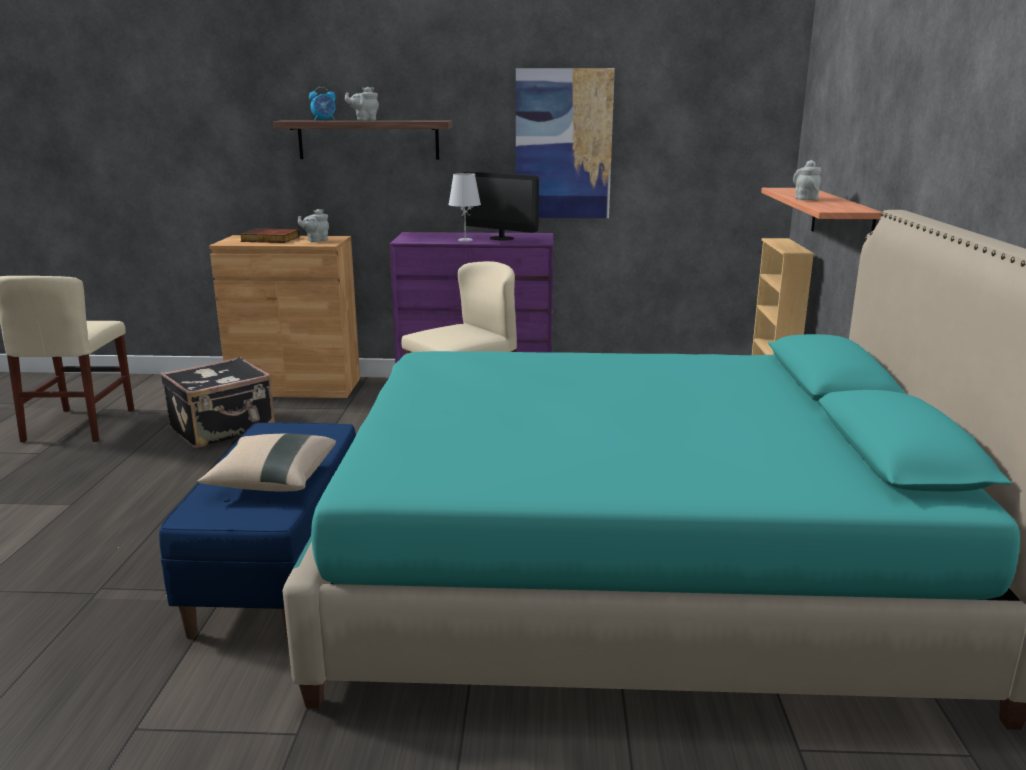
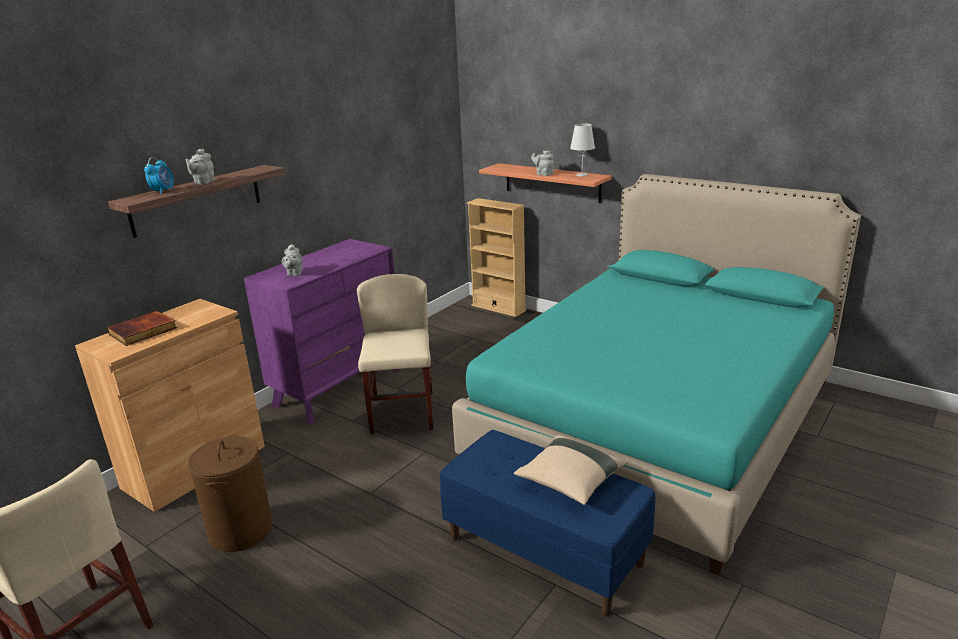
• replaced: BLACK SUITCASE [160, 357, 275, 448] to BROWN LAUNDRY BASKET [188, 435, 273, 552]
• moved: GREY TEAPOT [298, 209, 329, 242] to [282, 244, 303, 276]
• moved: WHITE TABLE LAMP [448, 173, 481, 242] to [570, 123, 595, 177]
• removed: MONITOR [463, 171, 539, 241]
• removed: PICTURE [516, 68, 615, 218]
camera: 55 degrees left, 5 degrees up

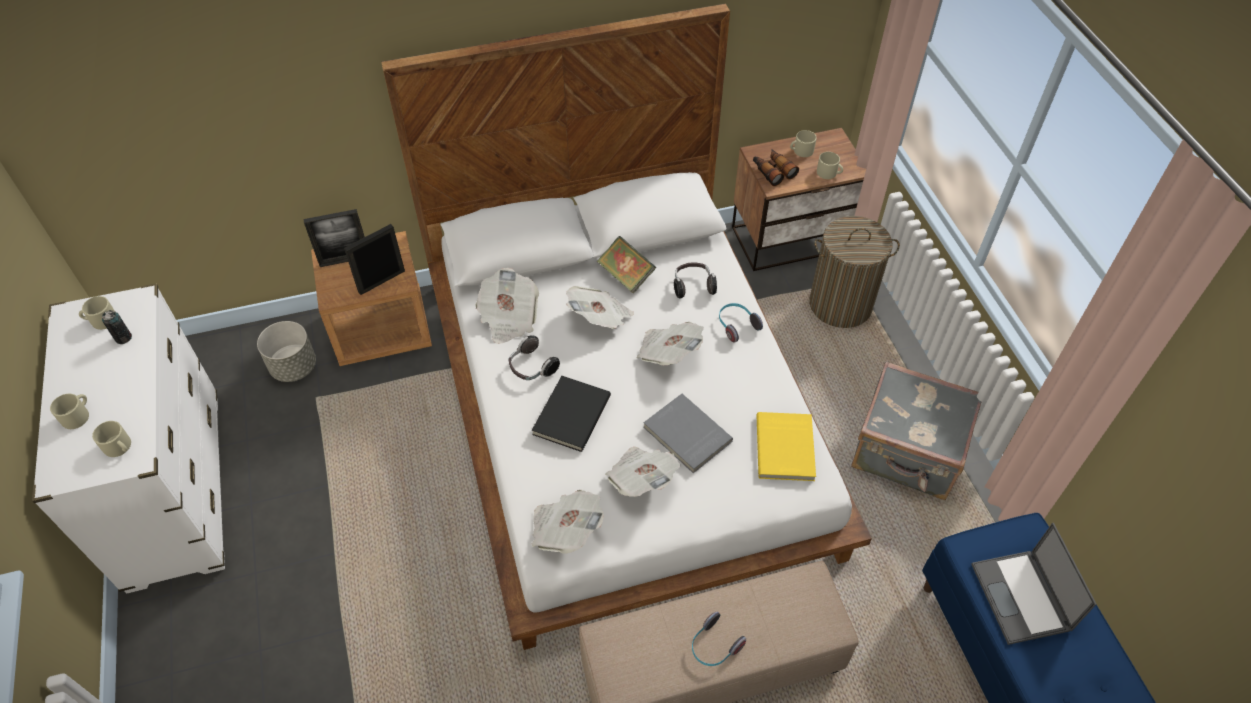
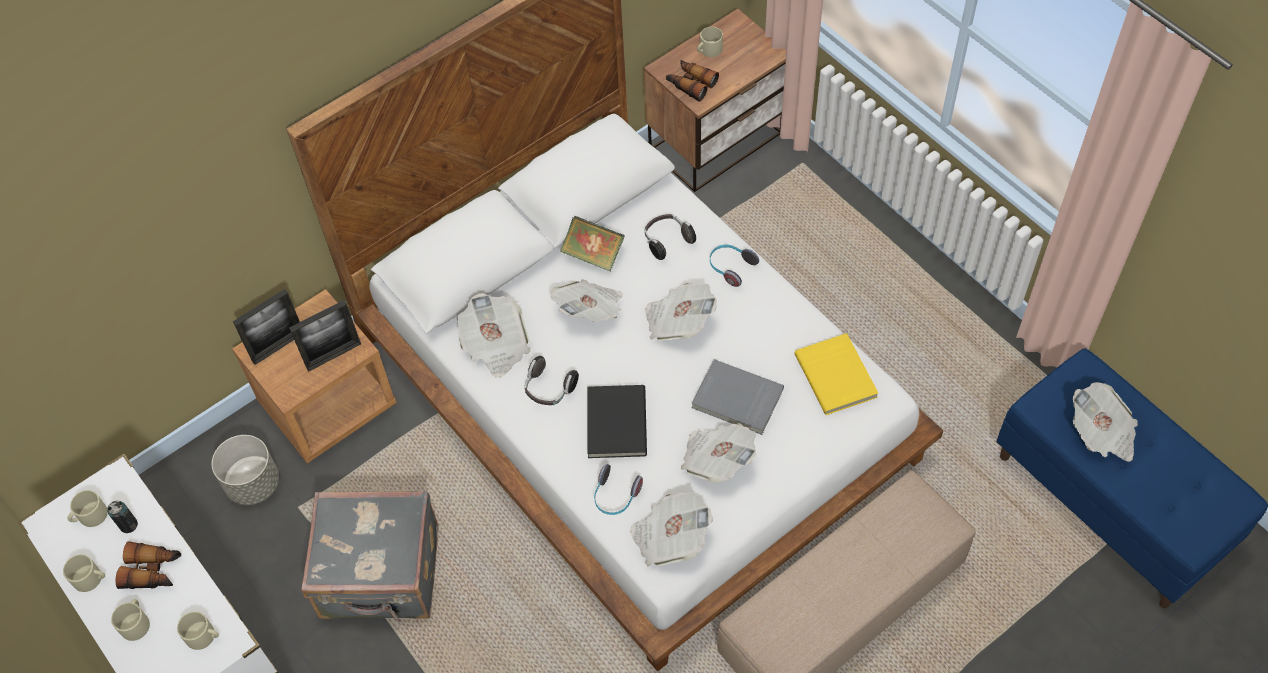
• turned: PICTURE FRAME [344, 224, 405, 295] = [289, 300, 361, 372] 150 degrees counterclockwise
• moved: HEADPHONES [692, 612, 746, 666] to [594, 464, 643, 515]
• removed: LAUNDRY BASKET [809, 216, 900, 328]
• moved: BEIGE MUG [817, 152, 843, 179] to [63, 554, 105, 592]
• moved: GREY SUITCASE [851, 362, 981, 500] to [301, 491, 438, 622]
• replaced: LAPTOP [971, 523, 1096, 645] to NEWSPAPER [1073, 382, 1138, 462]
• added: BINOCULARS [115, 541, 181, 589]
camera: 20 degrees left, 5 degrees up

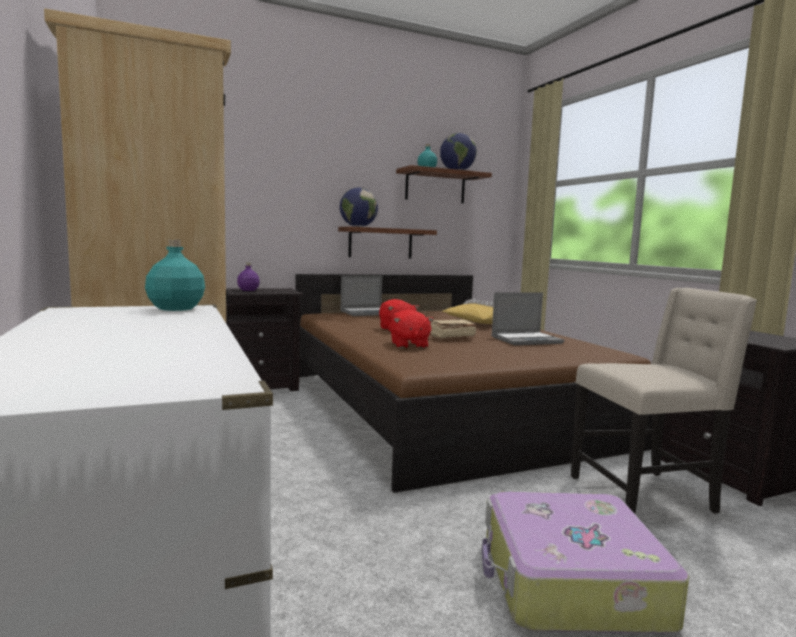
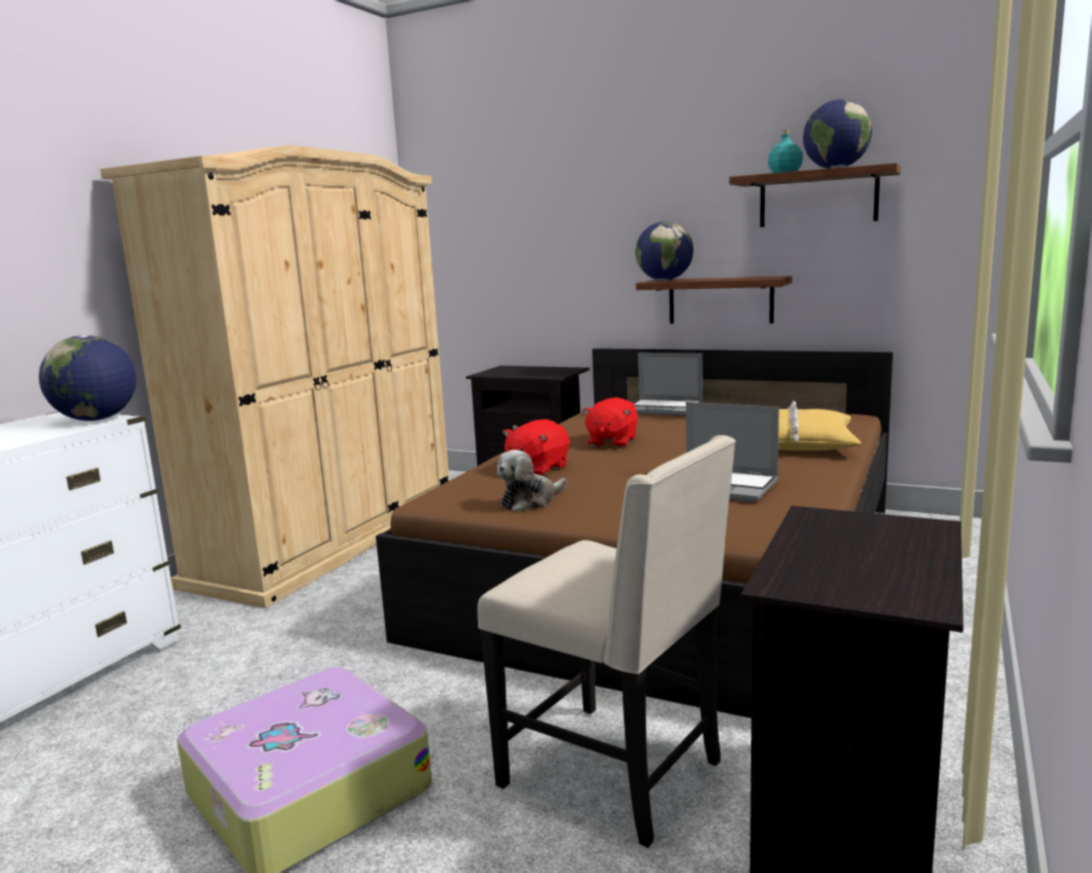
• replaced: TURQUOISE BOTTLE [145, 239, 205, 311] to GLOBE [39, 335, 136, 421]
• removed: PURPLE BOTTLE [237, 263, 260, 291]
• removed: BEIGE BOOK [430, 319, 476, 339]
• added: PLUSH TOY [497, 450, 567, 512]
camera: 50 degrees right, 5 degrees up

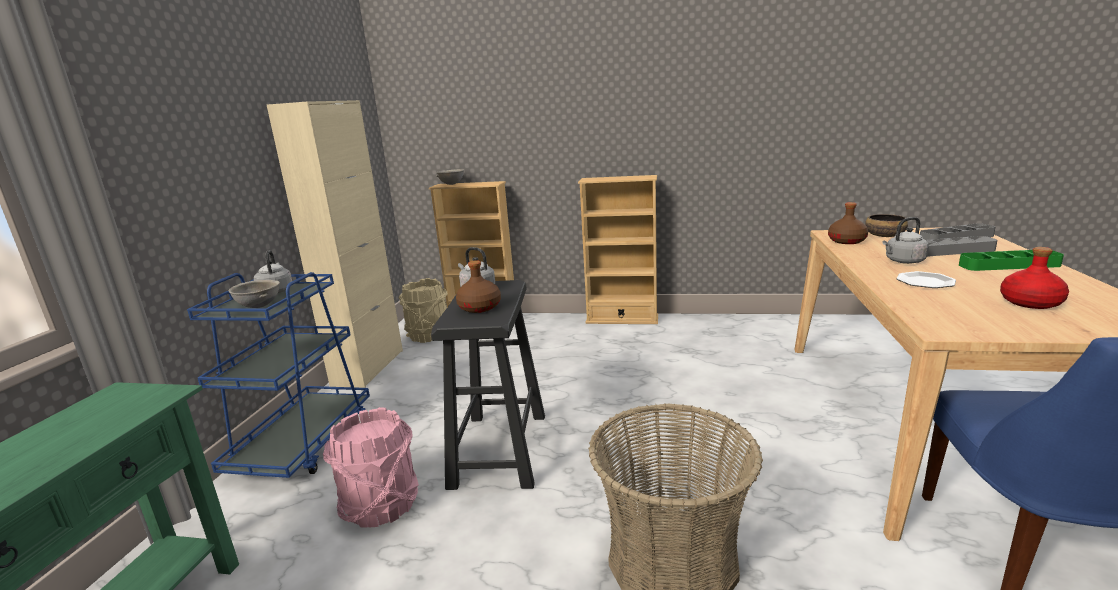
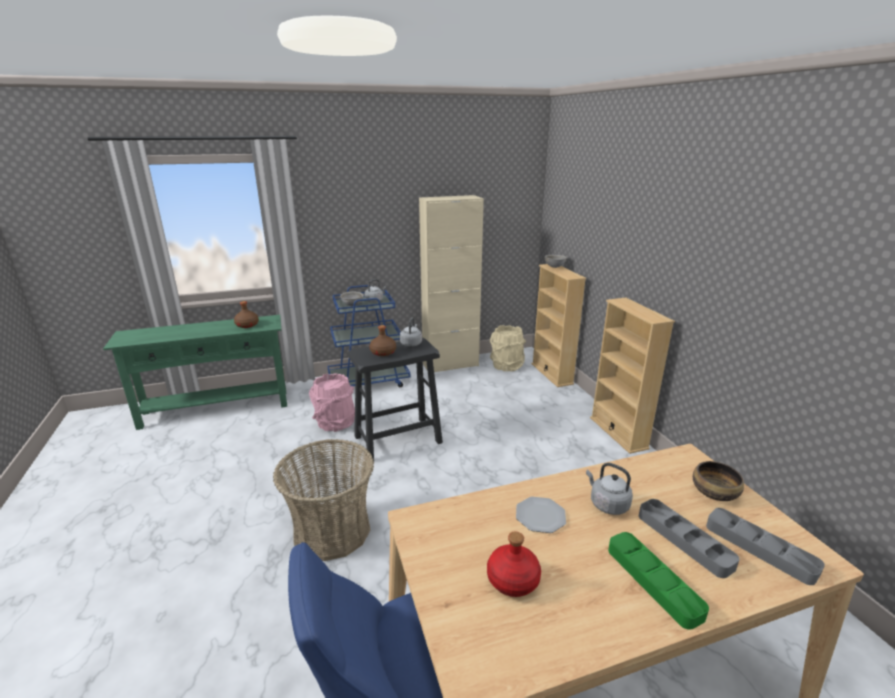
• moved: BROWN BOTTLE [828, 202, 868, 244] to [234, 301, 259, 328]
camera: 60 degrees right, 5 degrees up

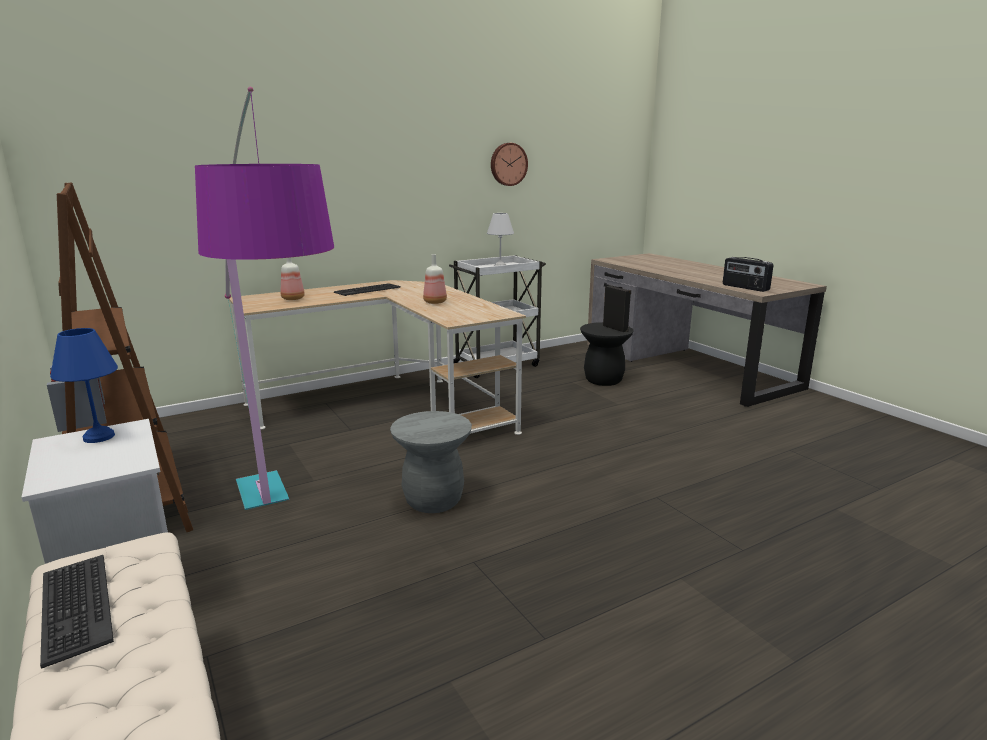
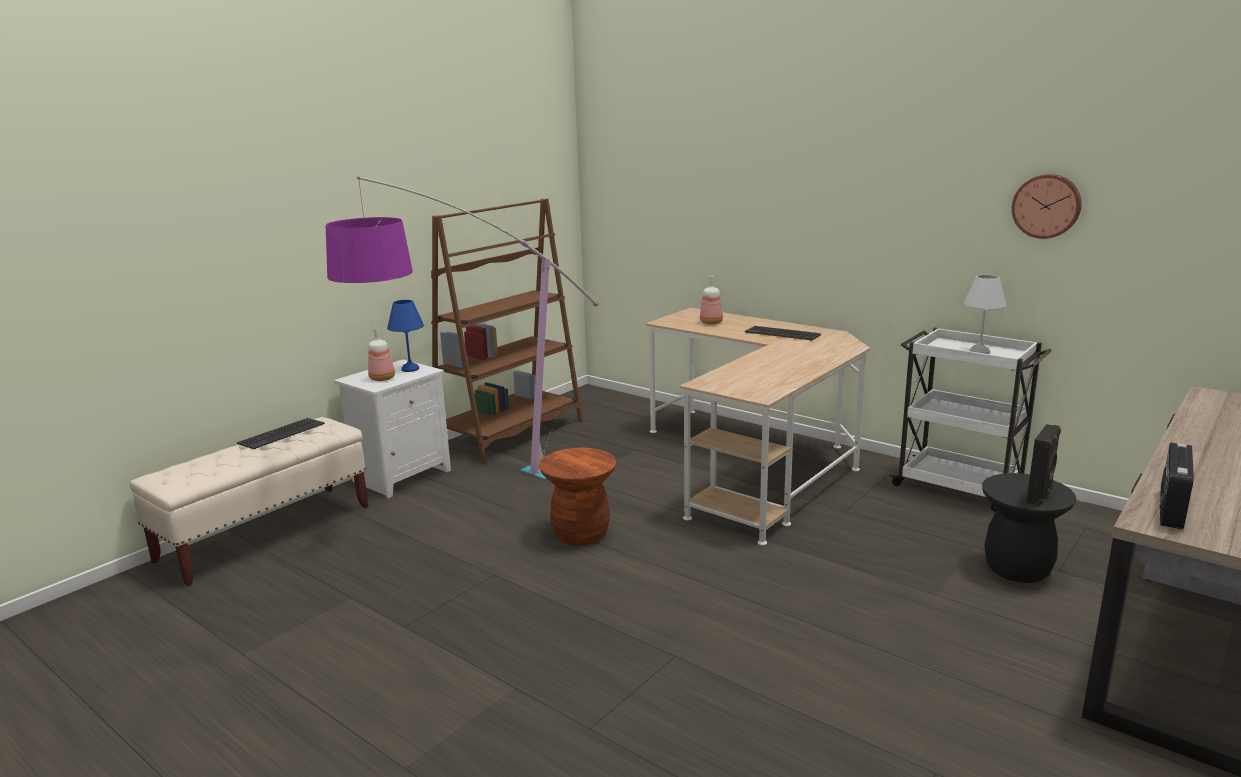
• recoloured: GREY STOOL [390, 411, 472, 513] to BROWN STOOL [539, 448, 616, 546]
• moved: BOTTLE [423, 254, 447, 304] to [368, 327, 395, 381]
camera: 70 degrees right, 0 degrees up

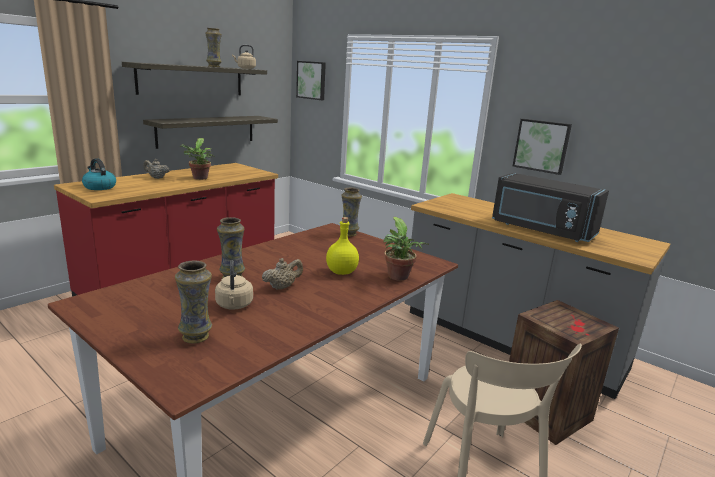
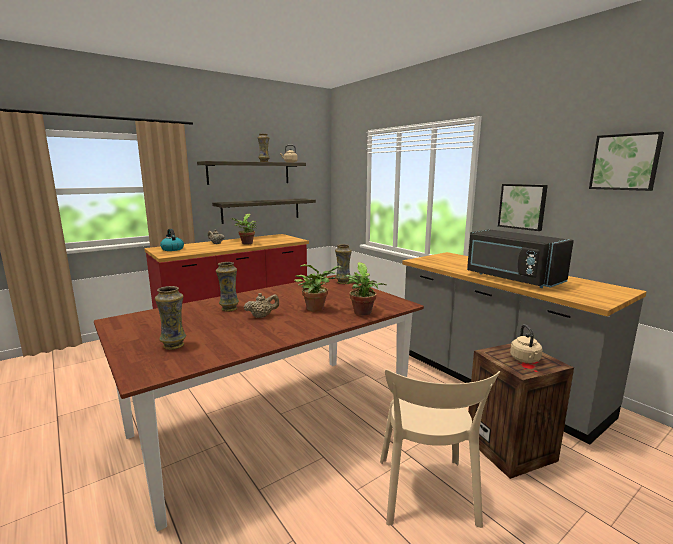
• moved: BEIGE KETTLE [215, 260, 253, 309] to [510, 324, 542, 363]
• moved: PICTURE [296, 61, 326, 100] to [589, 132, 664, 191]
• replaced: YELLOW BOTTLE [326, 217, 359, 275] to POTTED PLANT [294, 264, 342, 312]
camera: 15 degrees right, 5 degrees down

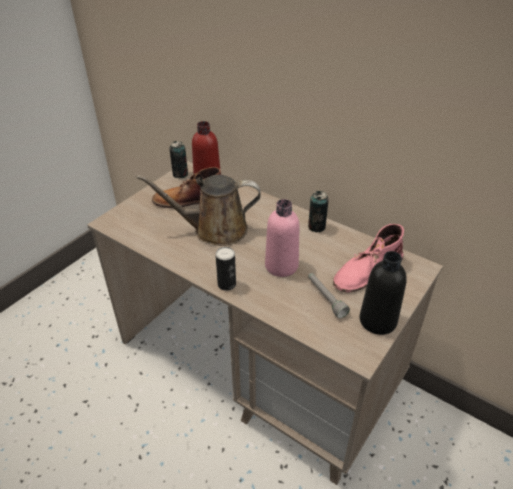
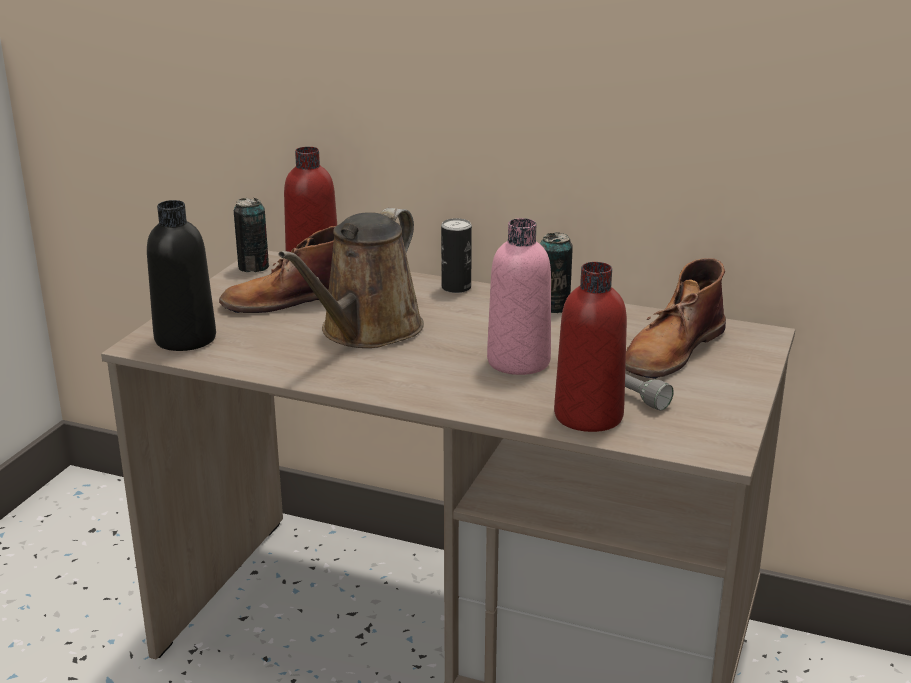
• turned: BROWN WATERING CAN [136, 175, 261, 246] = [278, 208, 424, 348] 45 degrees counterclockwise
• moved: CAN [215, 247, 236, 291] to [441, 218, 472, 293]
• recoloured: PINK BOOT [333, 224, 404, 293] to BROWN BOOT [625, 258, 726, 379]
• moved: BLACK BOTTLE [360, 251, 407, 335] to [147, 200, 216, 351]
• added: RED BOTTLE [554, 262, 627, 432]
camera: 15 degrees left, 15 degrees down

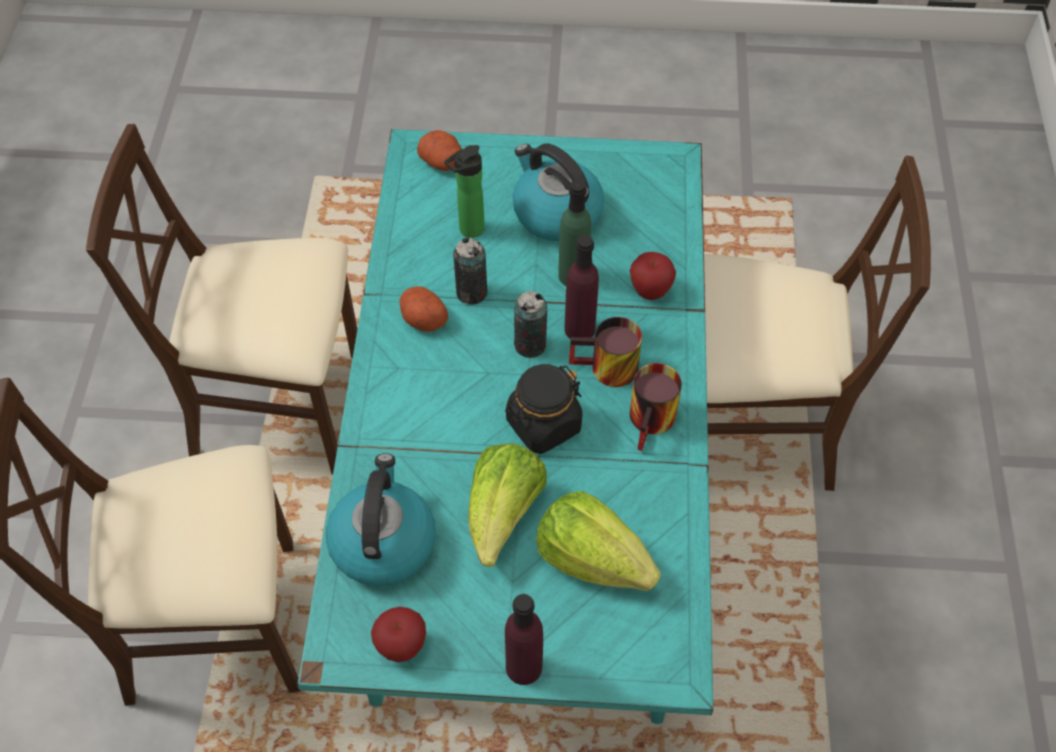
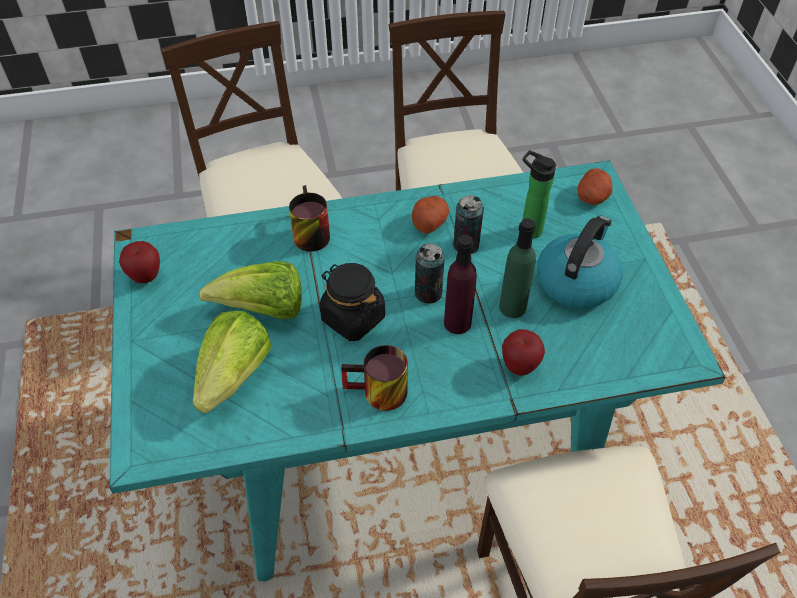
• removed: KETTLE [326, 453, 436, 586]
• removed: PURPLE BOTTLE [505, 594, 543, 685]
• moved: MUG [569, 317, 642, 387] to [289, 185, 330, 252]
camera: 75 degrees right, 5 degrees down

